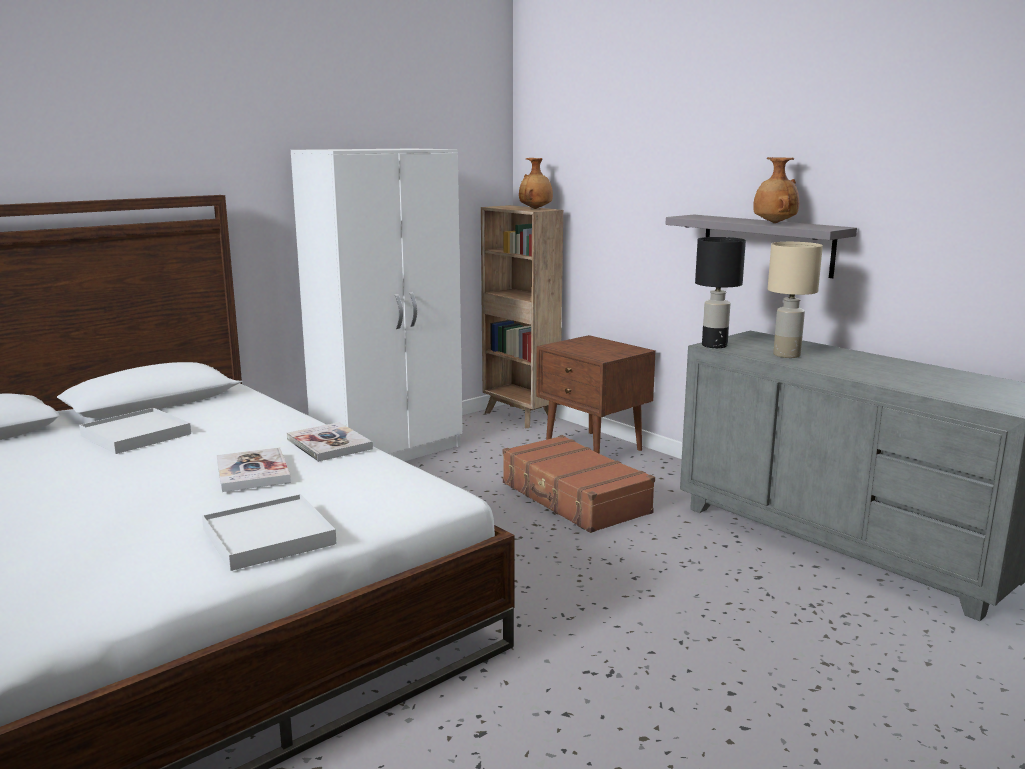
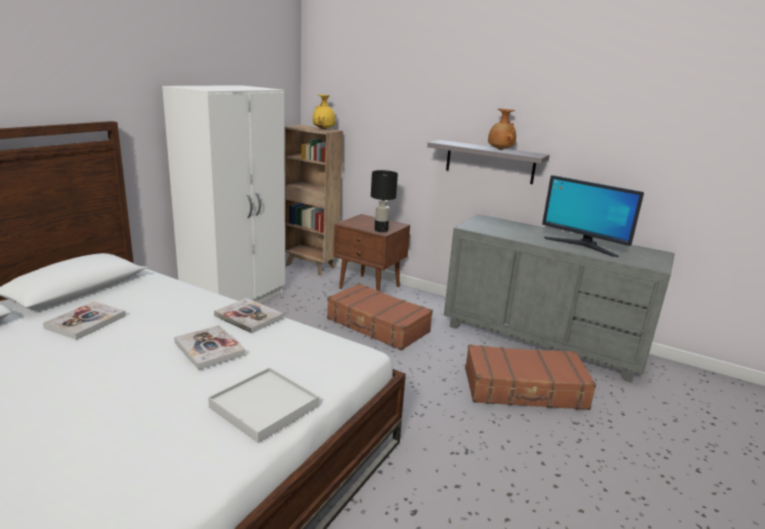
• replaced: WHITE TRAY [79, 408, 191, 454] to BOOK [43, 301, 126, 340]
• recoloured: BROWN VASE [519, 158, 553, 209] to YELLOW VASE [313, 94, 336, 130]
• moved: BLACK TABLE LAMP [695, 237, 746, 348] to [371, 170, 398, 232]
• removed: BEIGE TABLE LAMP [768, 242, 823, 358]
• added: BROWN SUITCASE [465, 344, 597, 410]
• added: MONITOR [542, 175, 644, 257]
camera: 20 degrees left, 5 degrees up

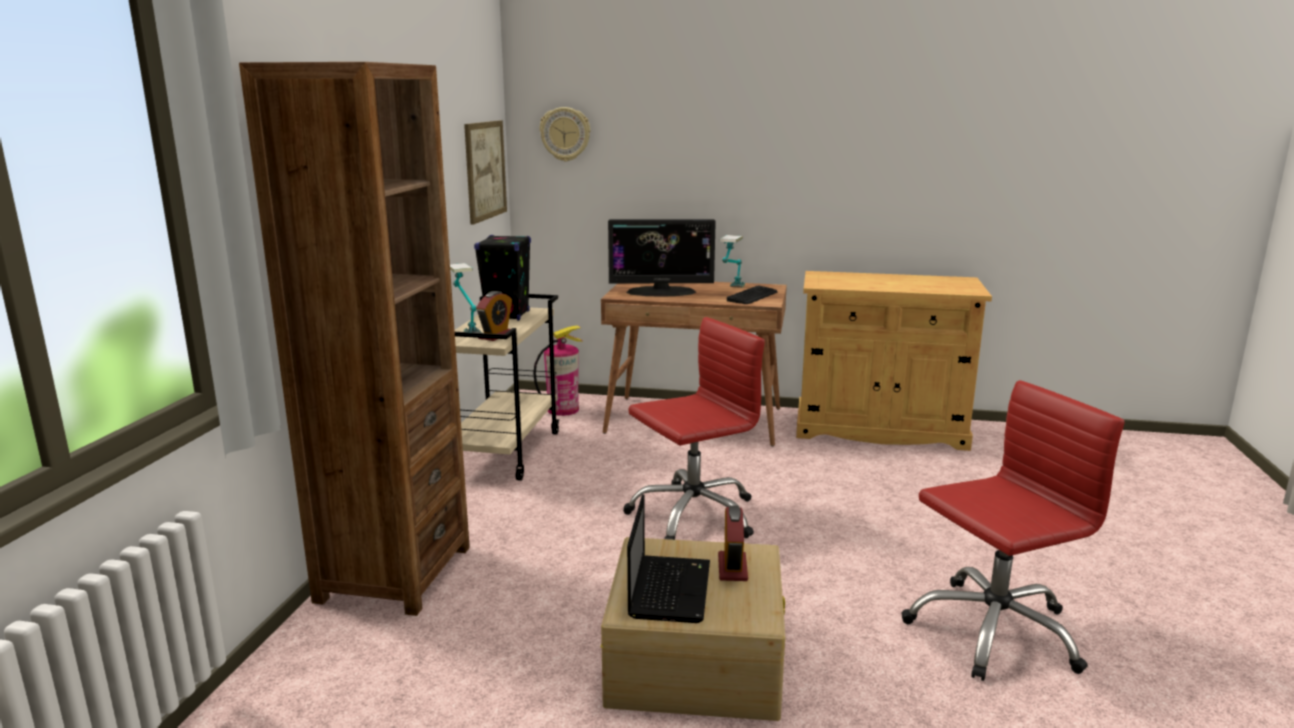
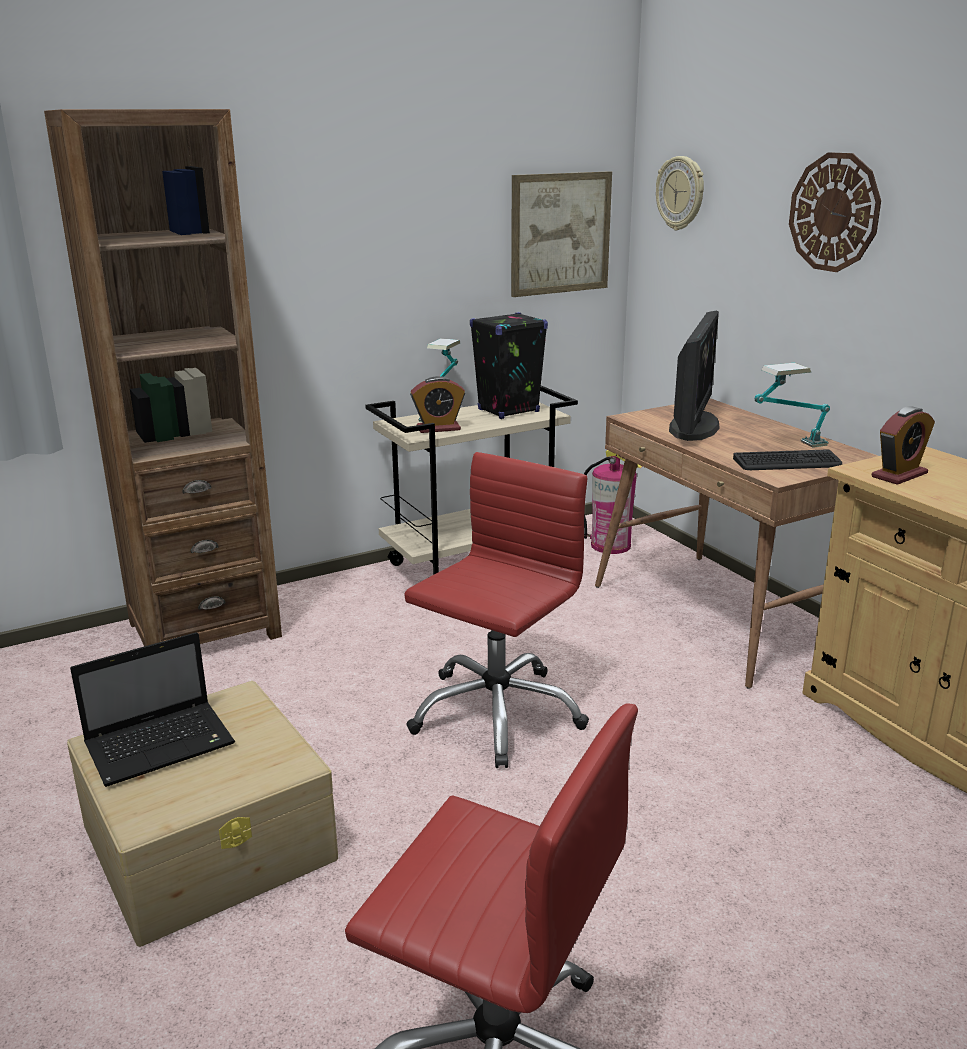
• turned: MONITOR [608, 219, 716, 297] = [669, 311, 720, 441] 120 degrees counterclockwise
• turned: RED OFFICE CHAIR [623, 317, 765, 540] = [404, 452, 589, 768] 75 degrees counterclockwise
• moved: ALARM CLOCK [718, 505, 748, 581] to [871, 406, 935, 485]
• added: WALL CLOCK [789, 152, 881, 272]
camera: 50 degrees right, 5 degrees up

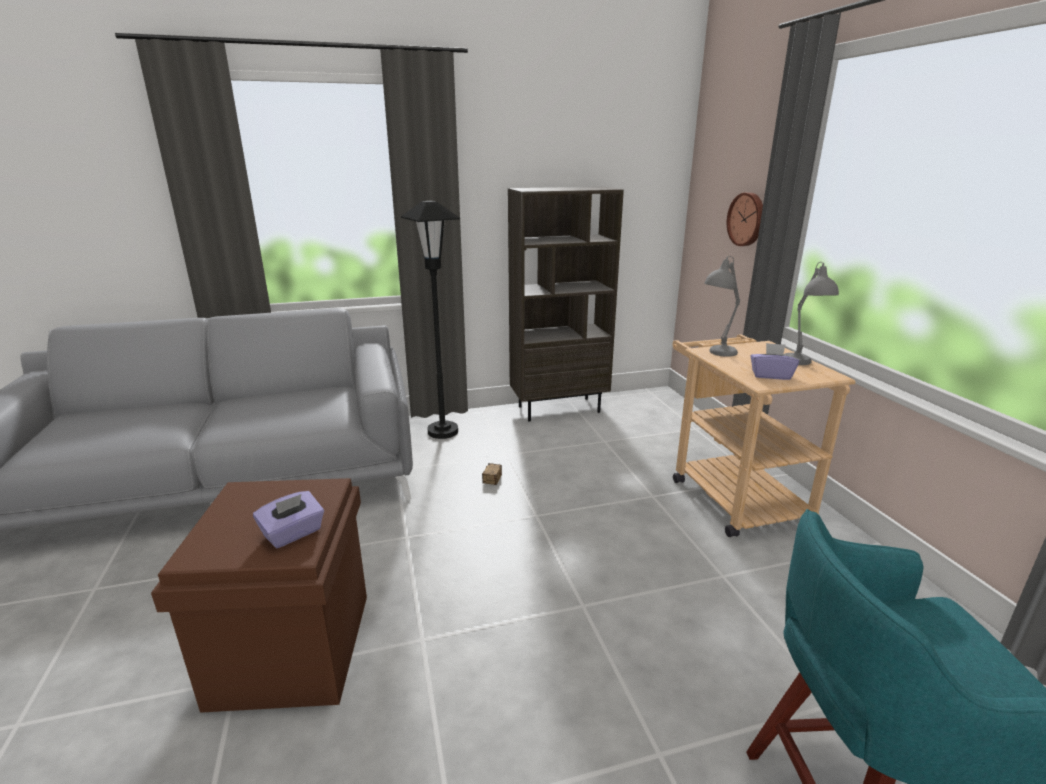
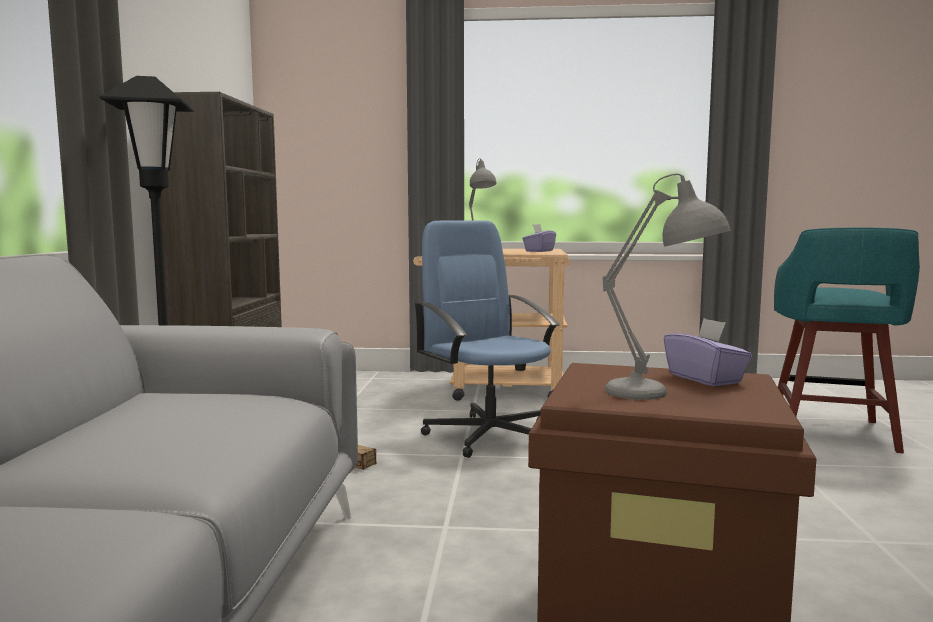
• removed: WALL CLOCK [727, 192, 763, 246]
• moved: GREY TABLE LAMP [783, 262, 839, 365] to [602, 174, 731, 400]
• added: BLUE OFFICE CHAIR [414, 220, 560, 458]
camera: 70 degrees left, 15 degrees down

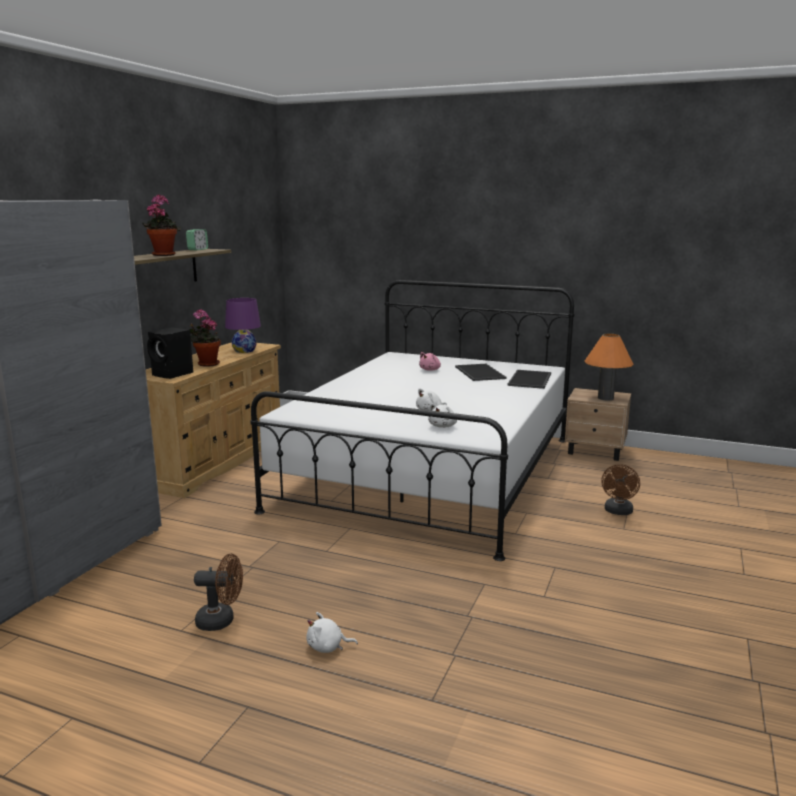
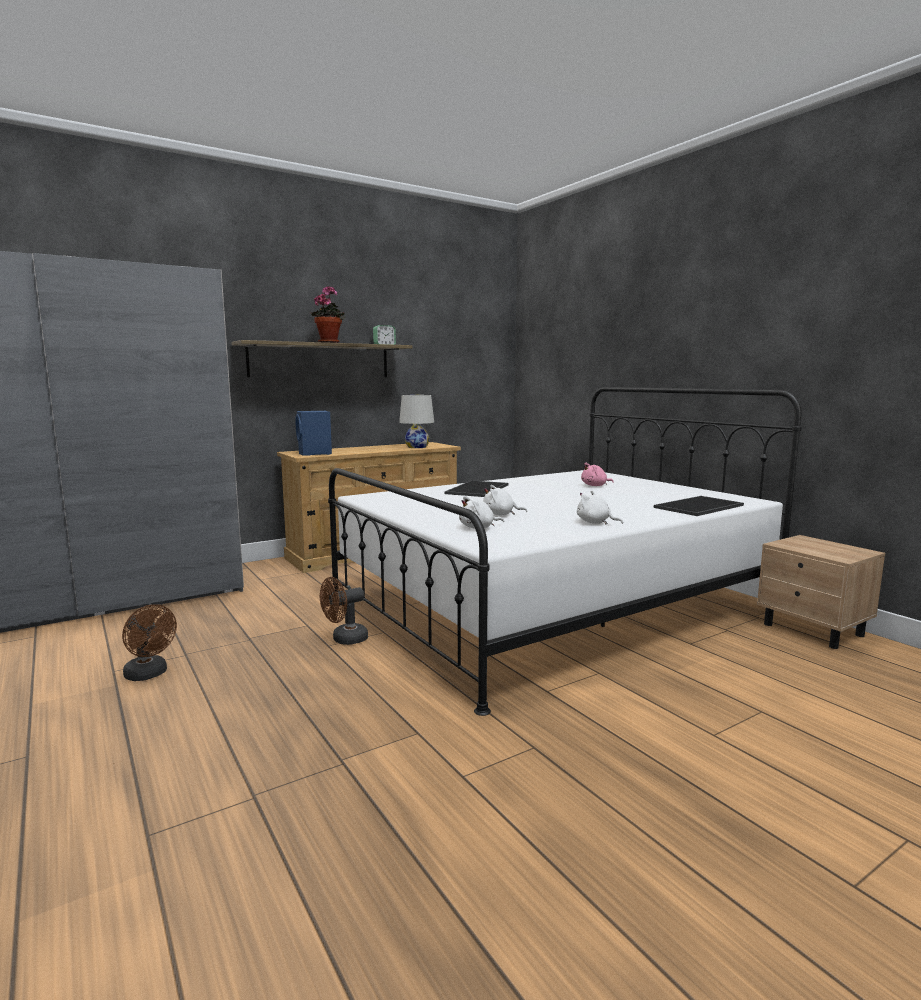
• recoloured: BLACK SPEAKER [147, 327, 194, 379] to BLUE SPEAKER [295, 411, 332, 456]
• removed: POTTED PLANT [190, 309, 221, 367]
• recoloured: PURPLE TABLE LAMP [225, 298, 261, 353] to WHITE TABLE LAMP [399, 395, 434, 448]
• moved: WHITE PLUSH TOY [306, 612, 358, 653] to [577, 490, 623, 524]
• moved: TRAY [455, 364, 507, 381] to [445, 480, 509, 497]
• removed: ORANGE TABLE LAMP [585, 334, 634, 401]
• moved: BROWN FAN [601, 464, 640, 515] to [320, 577, 368, 645]
camera: 35 degrees right, 5 degrees down

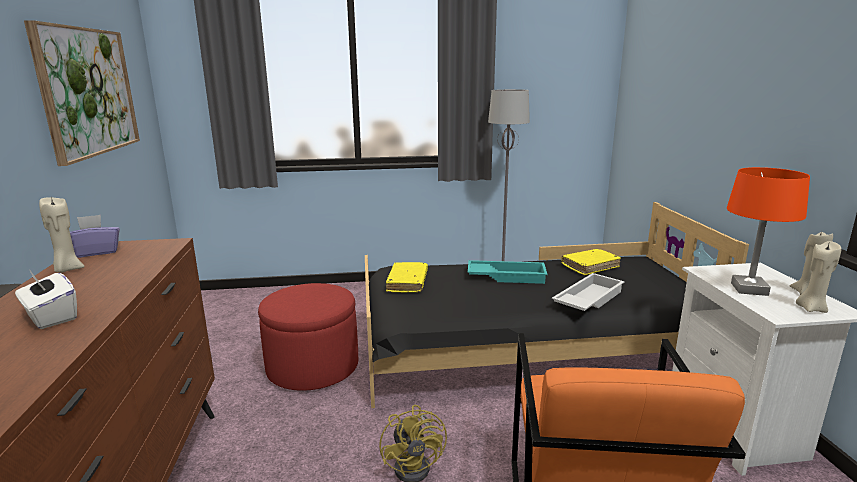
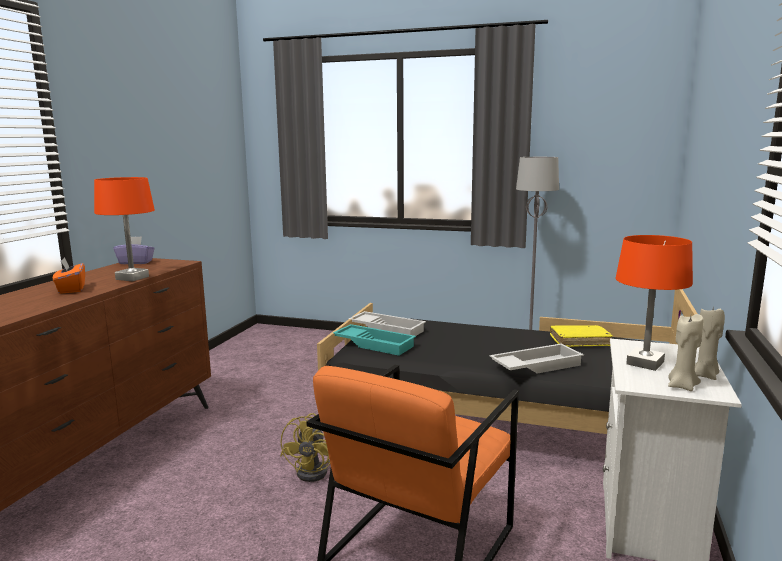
• recoloured: WHITE TISSUE BOX [15, 269, 77, 329] to ORANGE TISSUE BOX [53, 257, 85, 294]
• removed: PICTURE [24, 20, 140, 166]
• removed: BEIGE CANDLE [39, 197, 84, 273]
• removed: RED OTTOMAN [258, 283, 358, 391]
• replaced: YELLOW BOOK [386, 262, 428, 292] to WHITE TRAY [348, 311, 426, 336]
• moved: TURQUOISE TRAY [468, 260, 548, 284] to [333, 324, 416, 356]
• added: ORANGE TABLE LAMP [94, 177, 155, 282]
camera: 25 degrees right, 5 degrees down

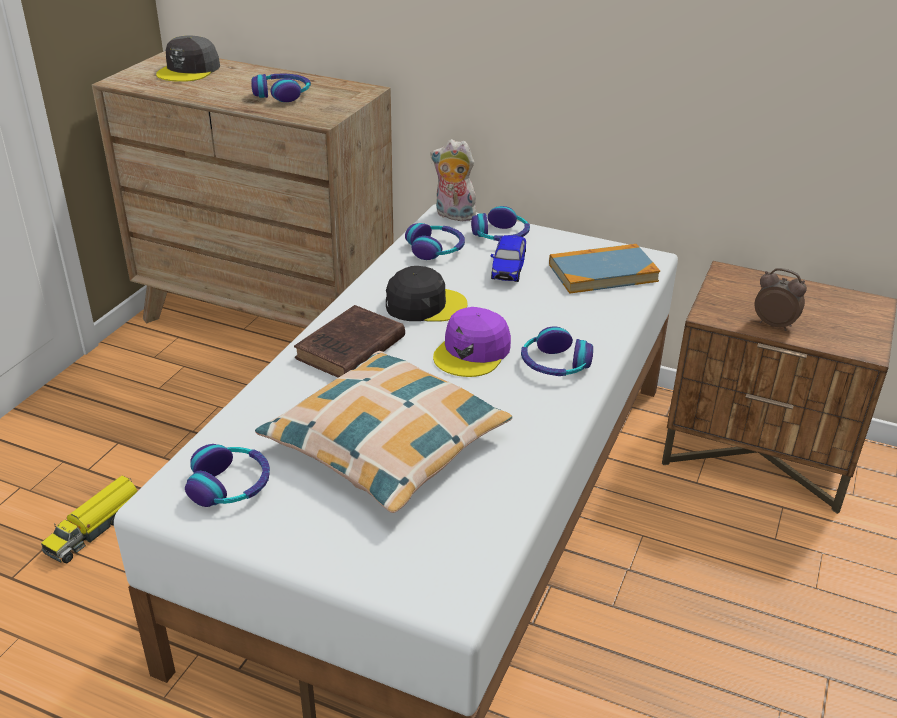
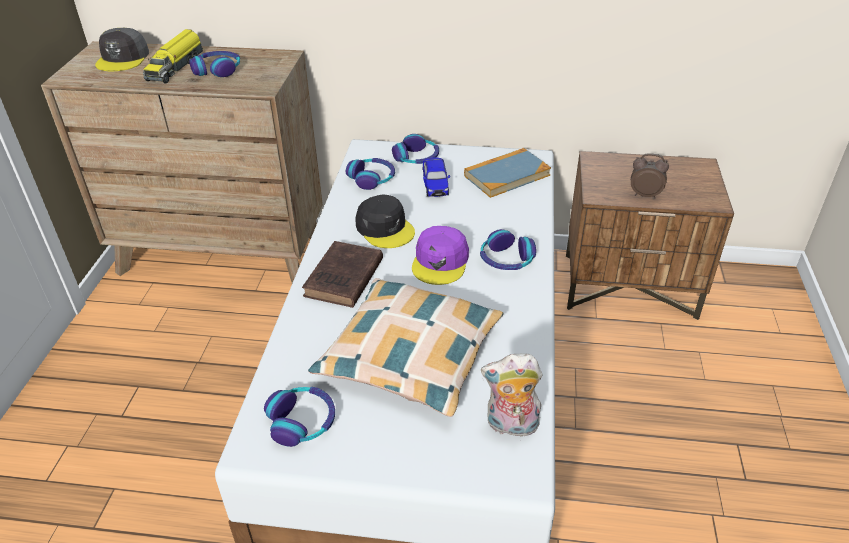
• moved: TOY TRUCK [41, 475, 137, 563] to [143, 29, 204, 83]
• turned: BLACK CAP [386, 266, 468, 322] = [355, 194, 415, 248] 75 degrees clockwise
• moved: PLUSH TOY [430, 139, 476, 223] to [481, 354, 543, 437]
camera: 15 degrees left, 5 degrees up

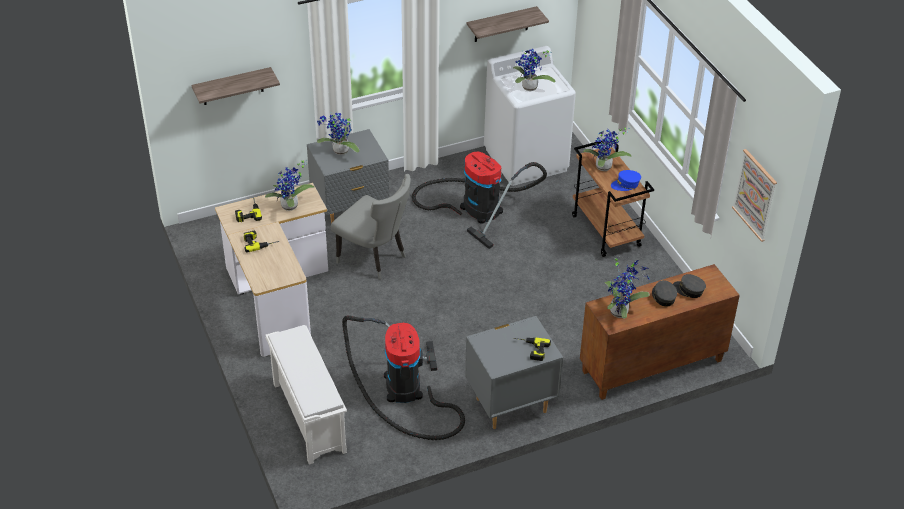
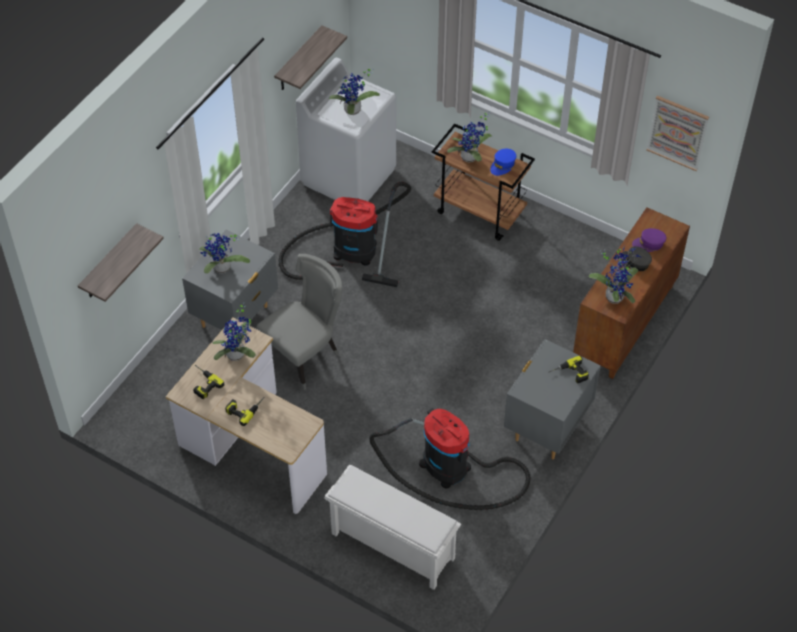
• turned: GREY CHAIR [331, 174, 411, 280] = [256, 254, 342, 390] 45 degrees counterclockwise
• recoloured: GREY CAP [673, 274, 706, 298] to PURPLE CAP [632, 228, 666, 252]
camera: 35 degrees left, 10 degrees up

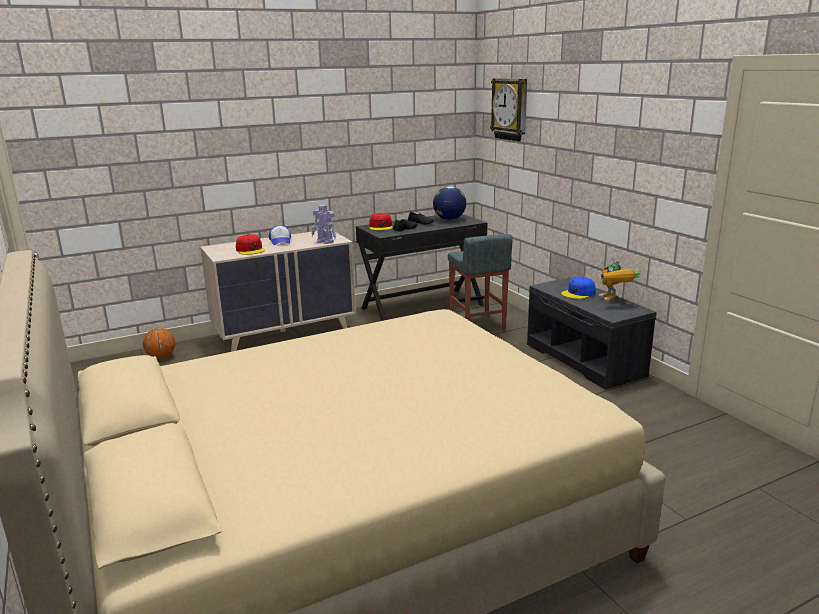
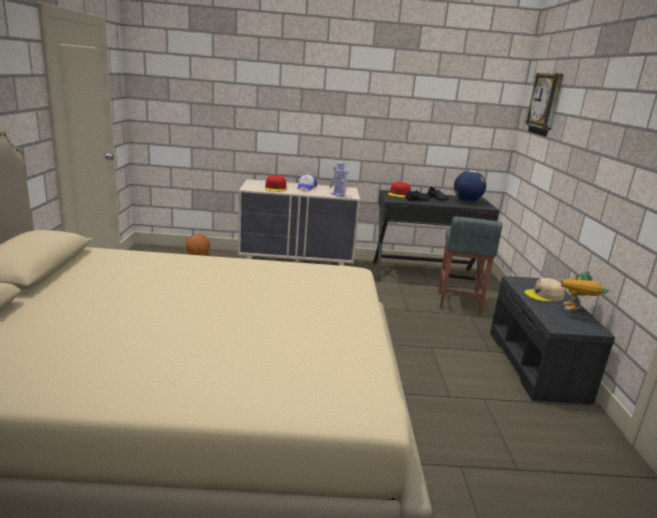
• recoloured: BLUE CAP [561, 277, 596, 299] to BEIGE CAP [525, 278, 565, 302]
camera: 25 degrees right, 0 degrees up

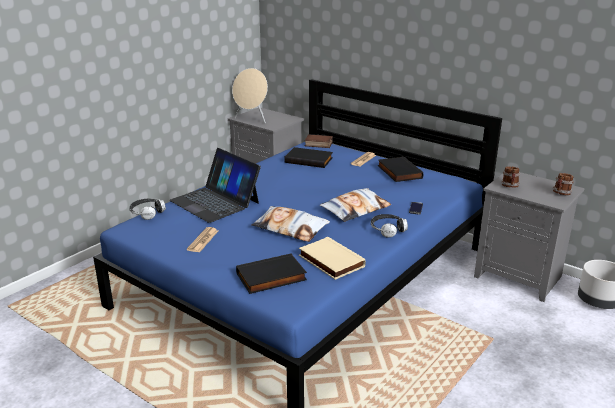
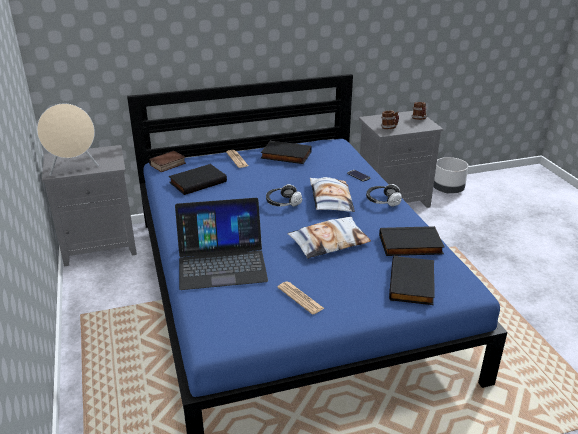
• moved: HEADPHONES [129, 199, 166, 220] to [266, 184, 302, 206]
• recoloured: BEIGE BOOK [299, 237, 366, 280] to BLACK BOOK [379, 226, 445, 256]
camera: 55 degrees left, 5 degrees up

